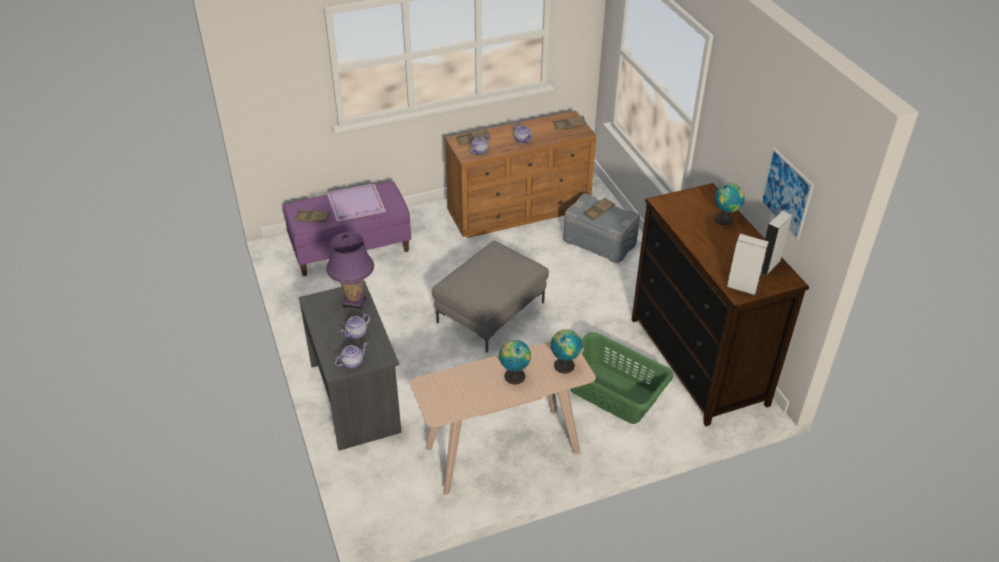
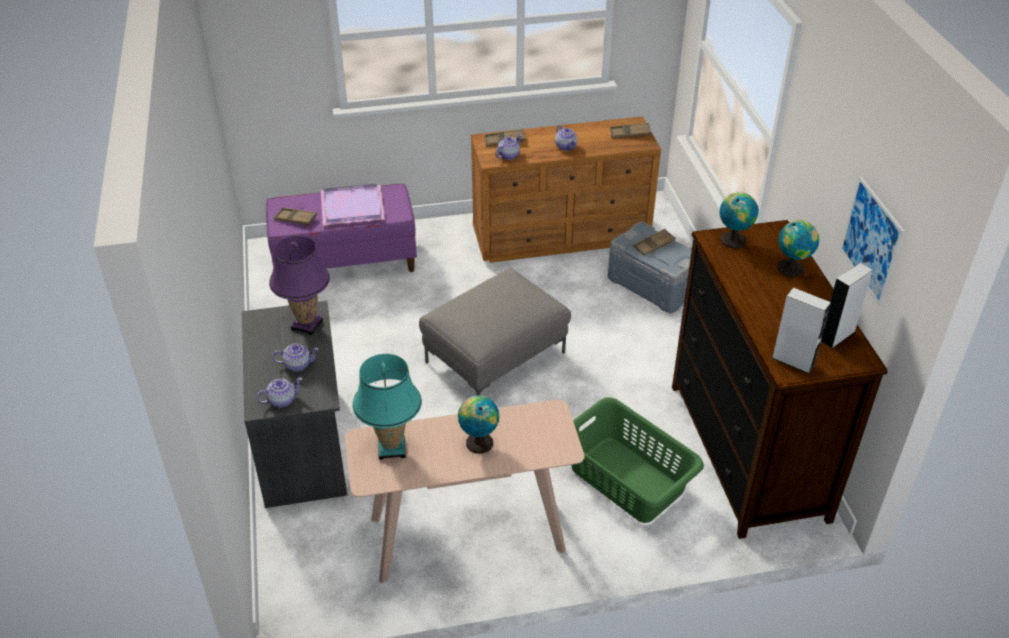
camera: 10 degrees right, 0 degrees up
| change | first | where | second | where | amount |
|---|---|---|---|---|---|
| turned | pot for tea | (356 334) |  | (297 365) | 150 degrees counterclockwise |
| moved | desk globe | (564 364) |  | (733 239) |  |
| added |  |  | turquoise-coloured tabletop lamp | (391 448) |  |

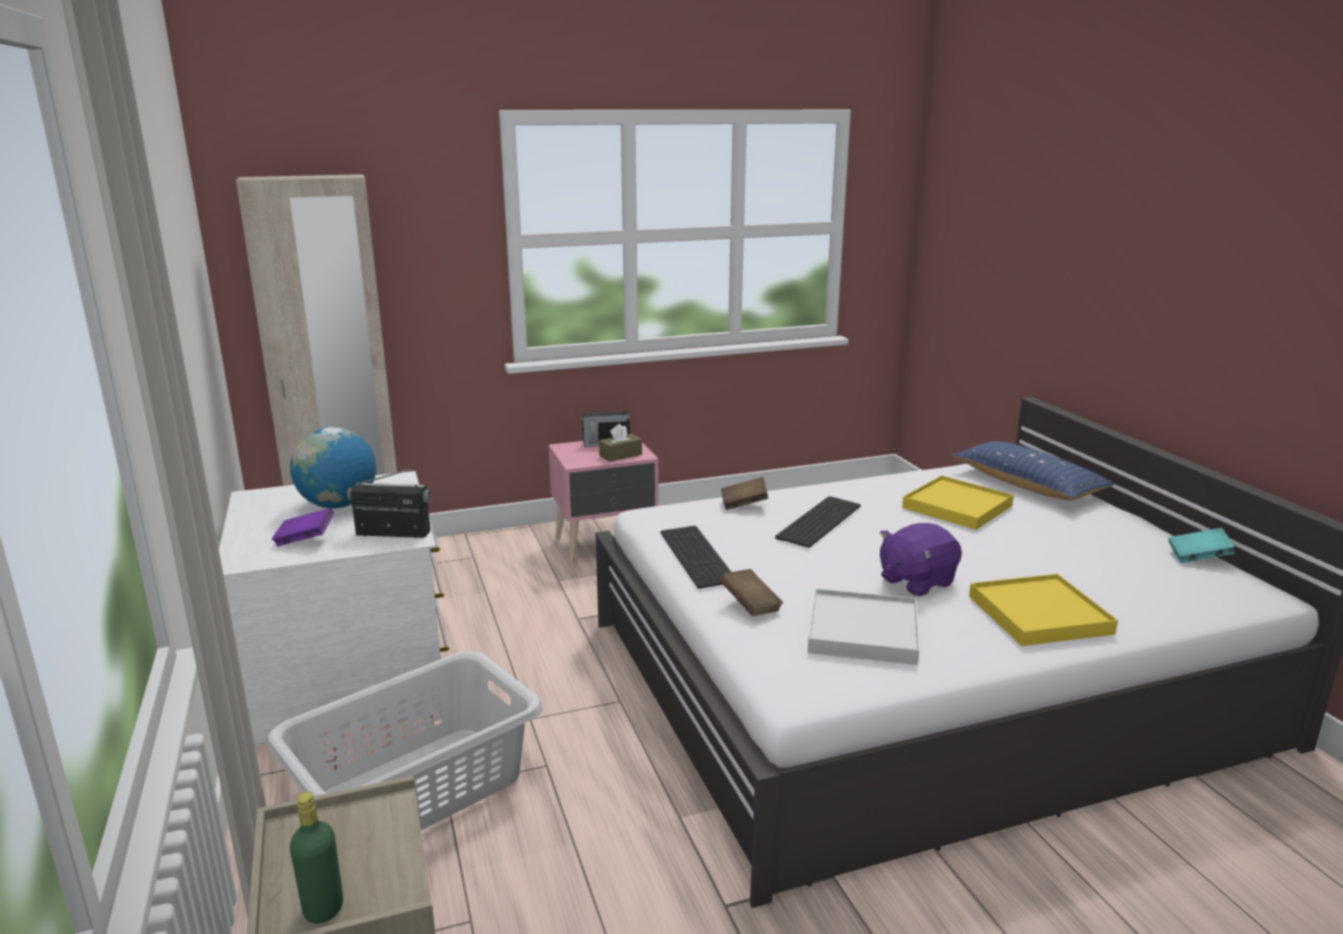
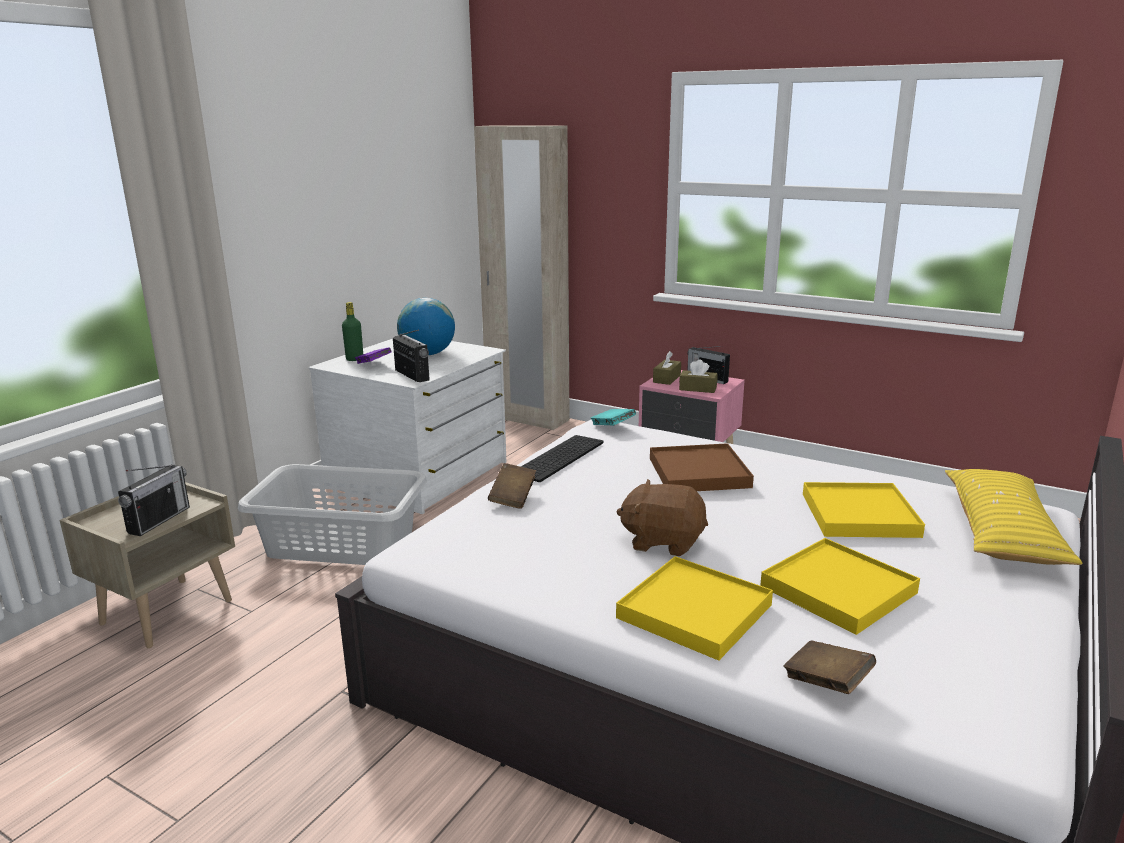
camera: 50 degrees right, 0 degrees up
| change | first | where | second | where | amount |
|---|---|---|---|---|---|
| recoloured | blue throw pillow | (1028 485) | yellow throw pillow | (1002 532) |  |
| moved | brown-coloured bound book | (744 504) |  | (827 682) |  |
| replaced | PC keyboard | (817 520) | brown-coloured serving tray | (699 472) |  |
| recoloured | purple plush toy | (916 581) | brown-coloured plush toy | (663 541) |  |
| moved | turquoise-coloured bound book | (1198 557) |  | (612 427) |  |
| removed | white-coloured serving tray | (862 631) |  |  |  |
| moved | greenish beverage bottle | (323 909) |  | (354 359) |  |
| added |  |  | brown-coloured tissue holder | (667 379) |  |
| added |  |  | radio | (159 520) |  |
| added |  |  | yellow serving tray | (838 589) |  |

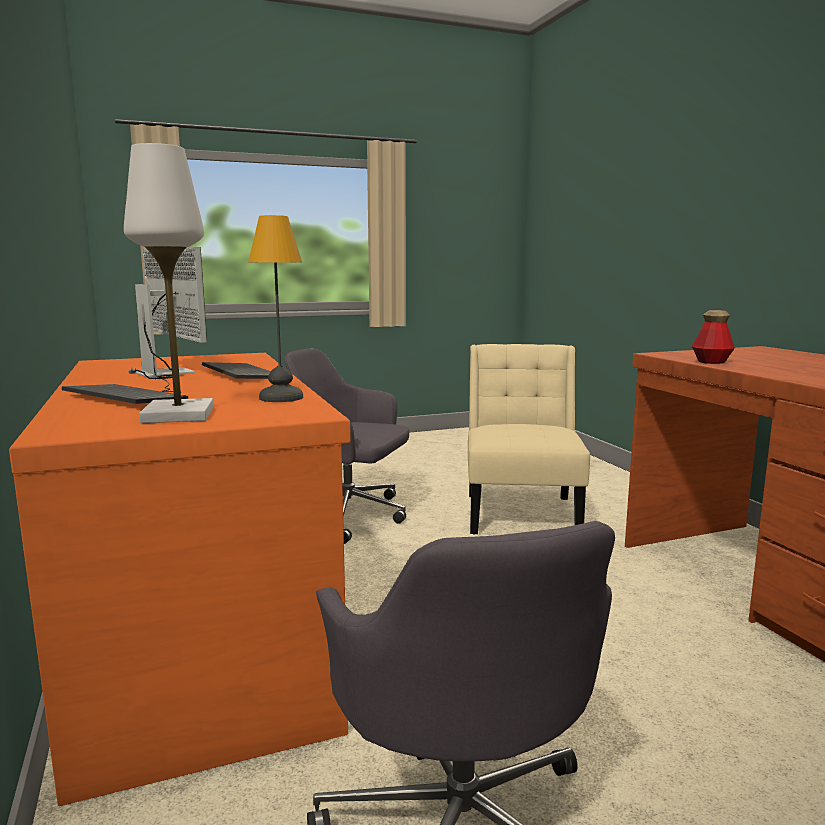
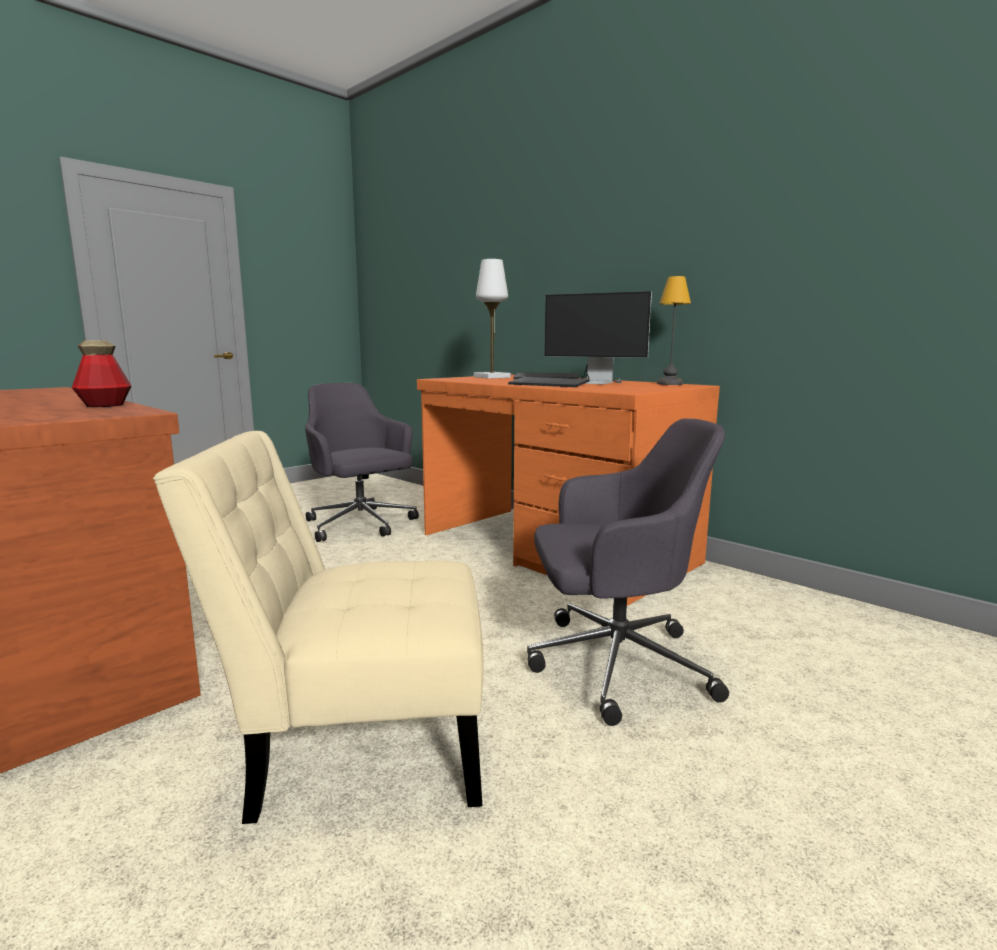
camera: 155 degrees right, 0 degrees up
| change | first | where | second | where | amount |
|---|---|---|---|---|---|
| moved | tabletop lamp | (281 397) |  | (670 384) |  |
| turned | beige-coloured plain chair | (521 512) |  | (358 743) | 105 degrees clockwise |

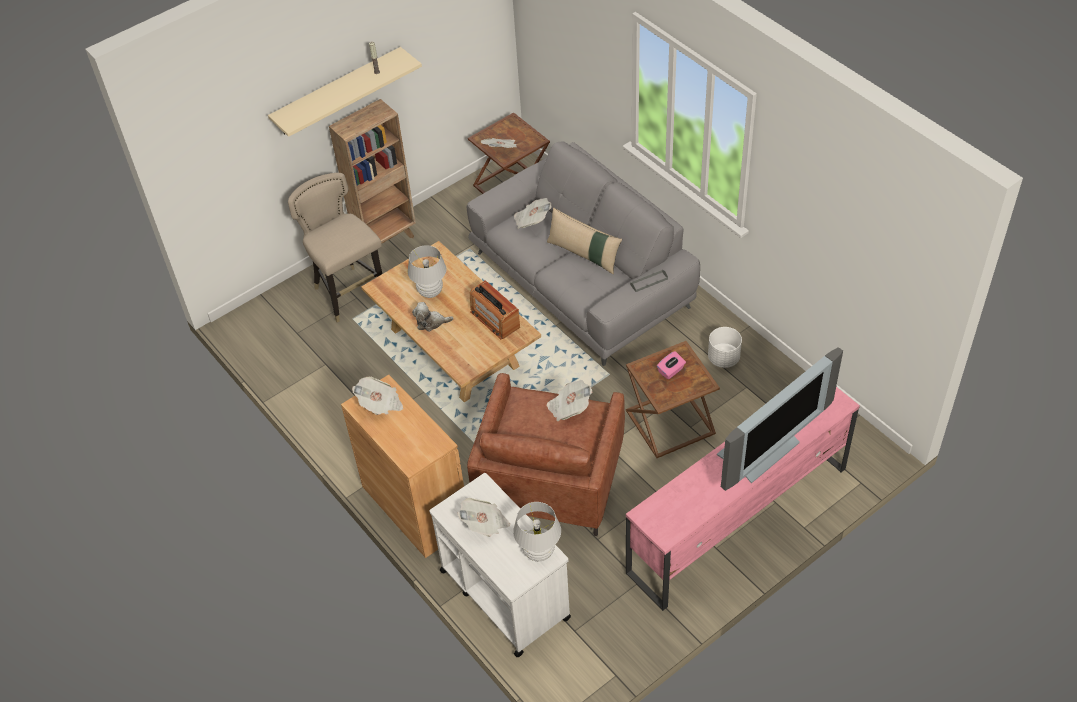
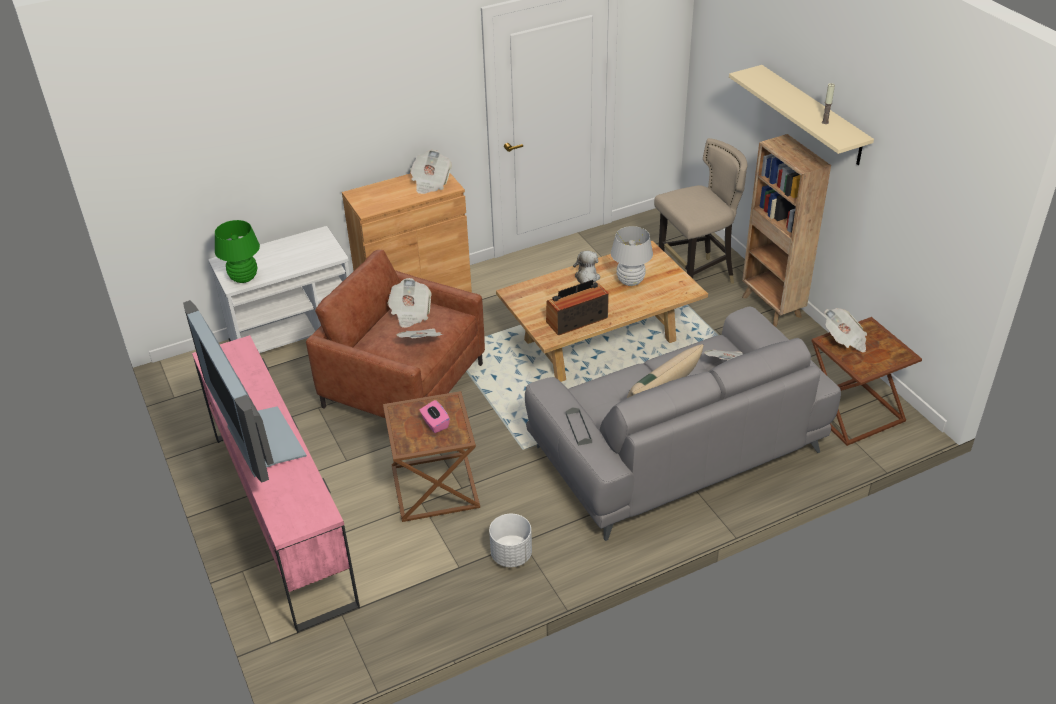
camera: 100 degrees right, 10 degrees down
| change | first | where | second | where | amount |
|---|---|---|---|---|---|
| moved | newspaper | (485 524) |  | (410 313) |  |
| recoloured | white-coloured tabletop lamp | (539 552) | greenish tabletop lamp | (244 278) |  |

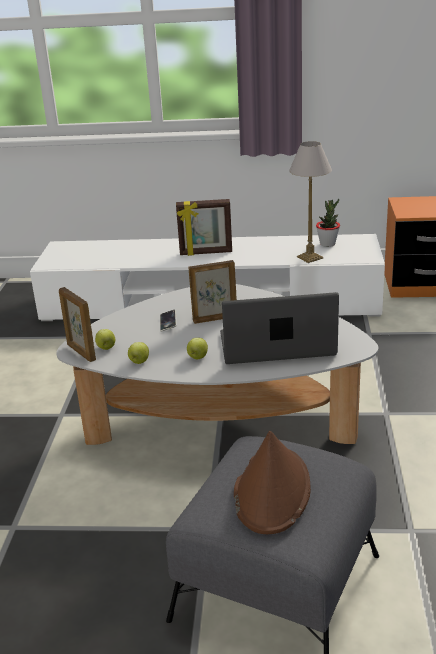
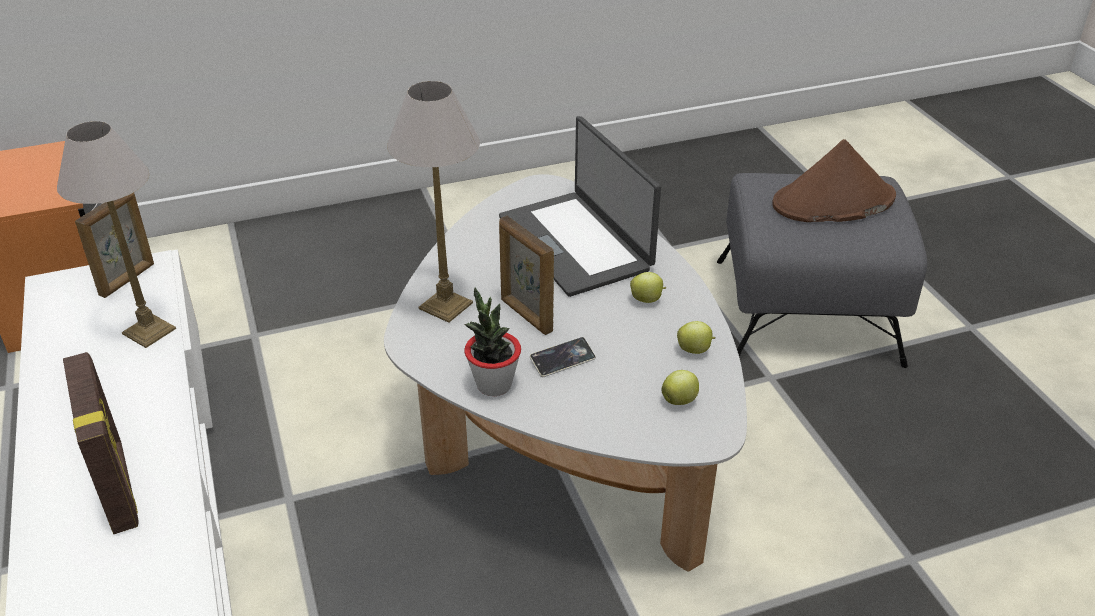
camera: 115 degrees left, 10 degrees up
| change | first | where | second | where | amount |
|---|---|---|---|---|---|
| moved | potted plant | (327 244) |  | (494 384) |  |
| moved | standing frame | (81 352) |  | (128 279) |  |
| added |  |  | tabletop lamp | (446 306) |  |

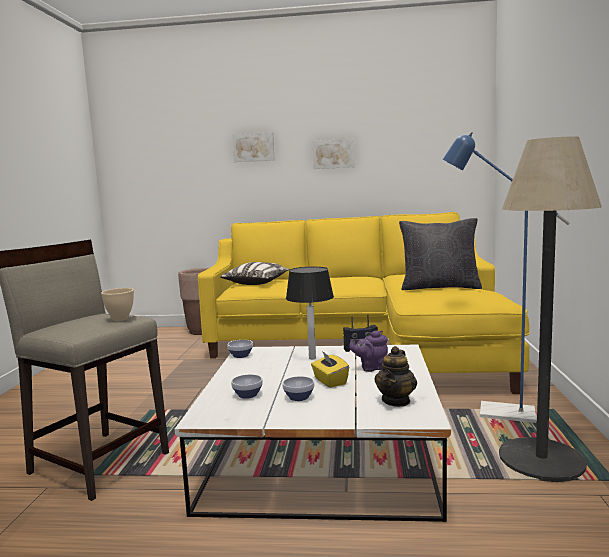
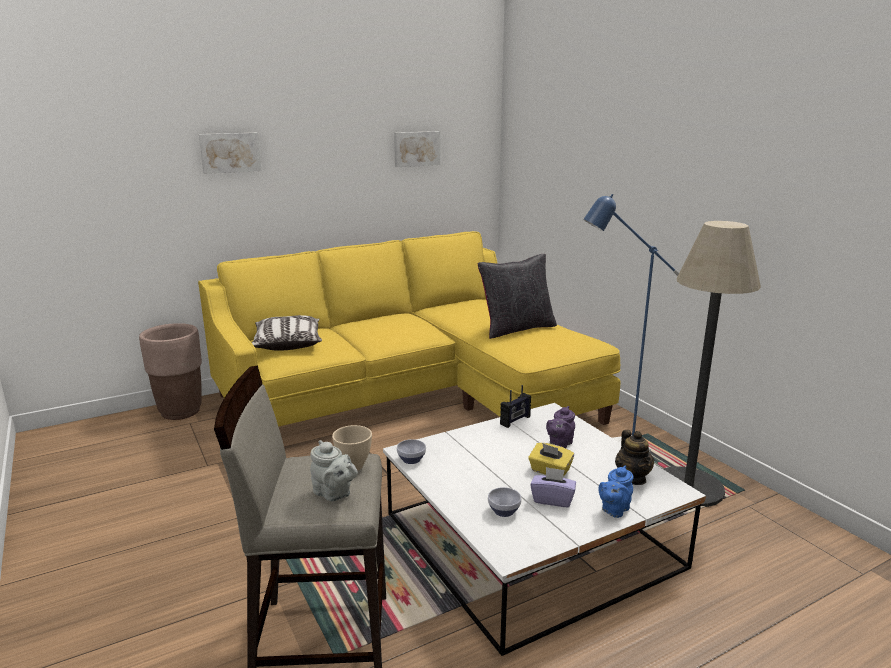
camera: 35 degrees left, 10 degrees up
| change | first | where | second | where | amount |
|---|---|---|---|---|---|
| moved | wall art | (333 154) |  | (416 148) |  |
| removed | tabletop lamp | (312 358) |  |  |  |
| replaced | serving bowl | (298 397) | purple tissue holder | (552 499) |  |
| added |  |  | gray pot for tea | (334 494) |  |
| added |  |  | blue pot for tea | (614 510) |  |

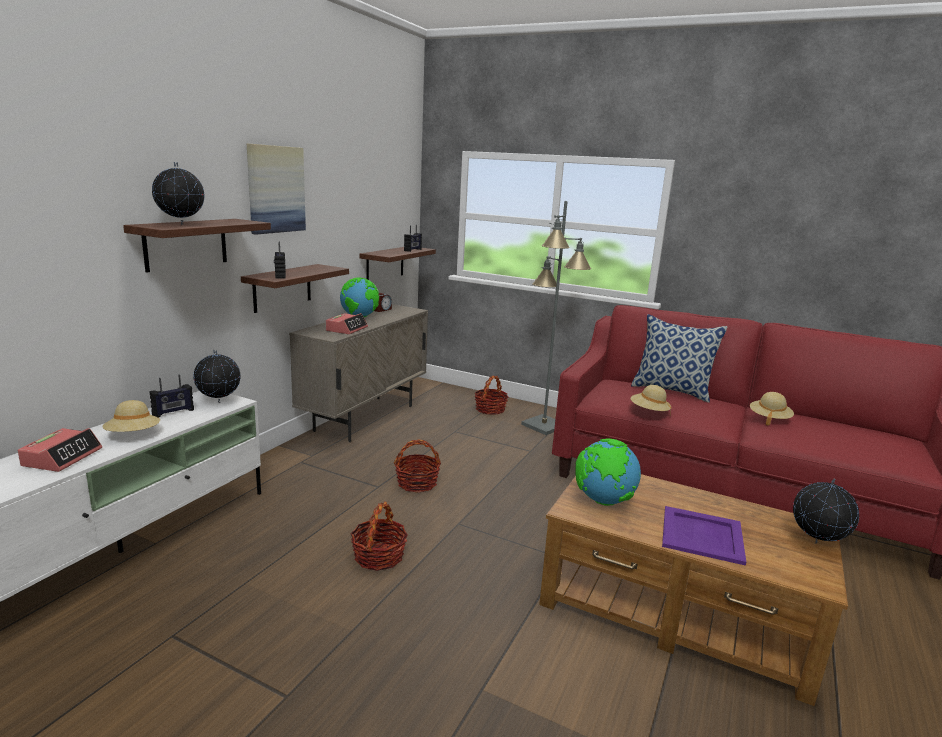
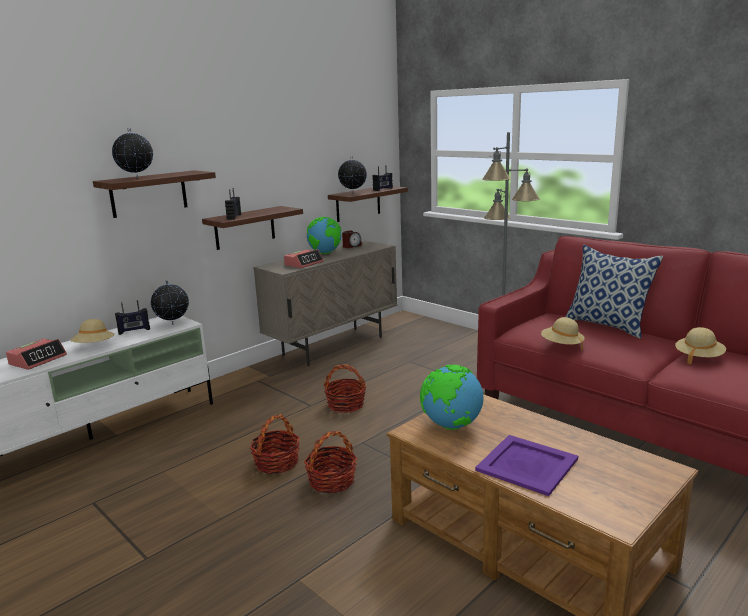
camera: 20 degrees right, 0 degrees up
| change | first | where | second | where | amount |
|---|---|---|---|---|---|
| removed | wall art | (275 189) |  |  |  |
| moved | household basket | (490 409) |  | (331 481) |  |
| moved | desk globe | (817 543) |  | (353 193) |  |

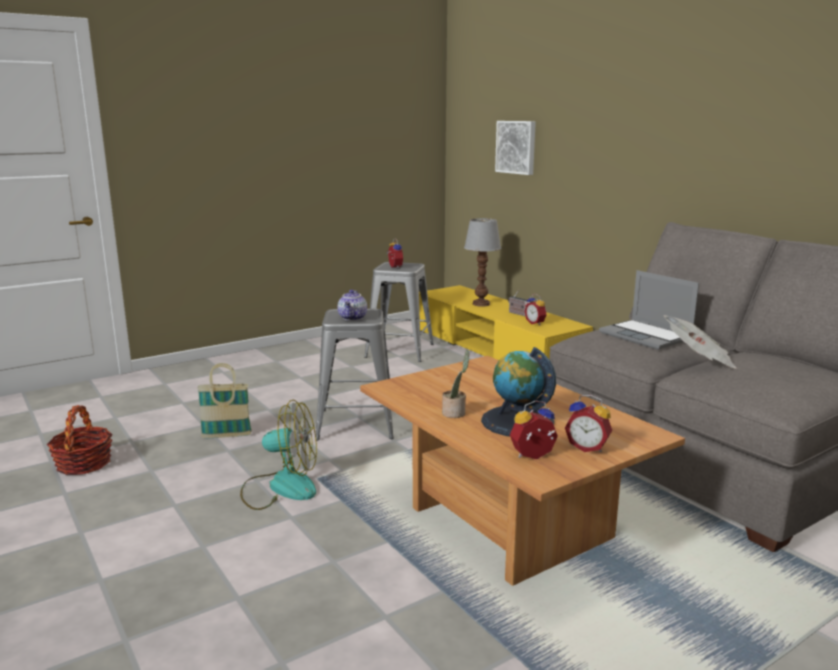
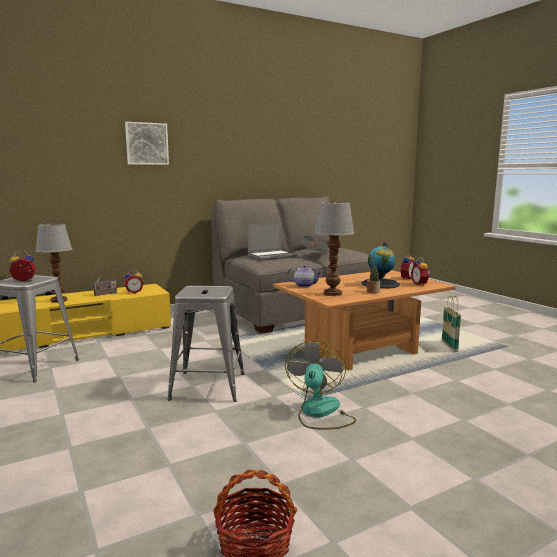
camera: 85 degrees left, 5 degrees down
| change | first | where | second | where | amount |
|---|---|---|---|---|---|
| moved | wall art | (516 147) |  | (146 144) |  |
| moved | pot for tea | (353 318) |  | (304 285) |  |
| moved | household basket | (226 436) |  | (449 346) |  |
| added |  |  | tabletop lamp | (332 293) |  |

